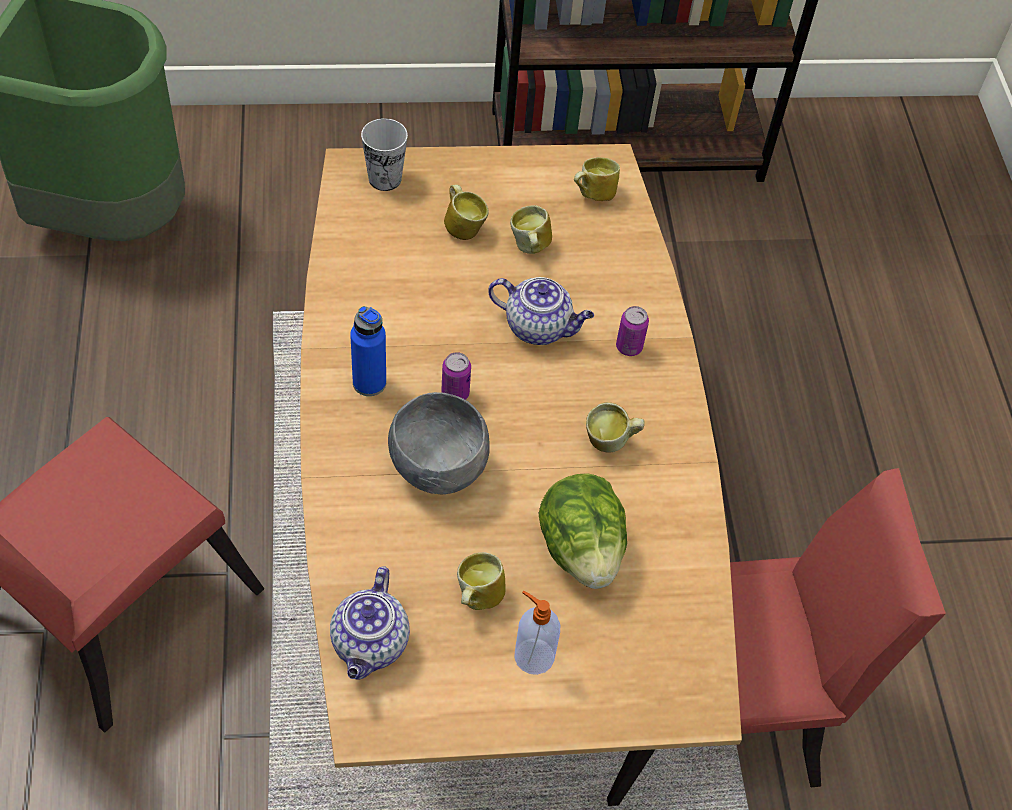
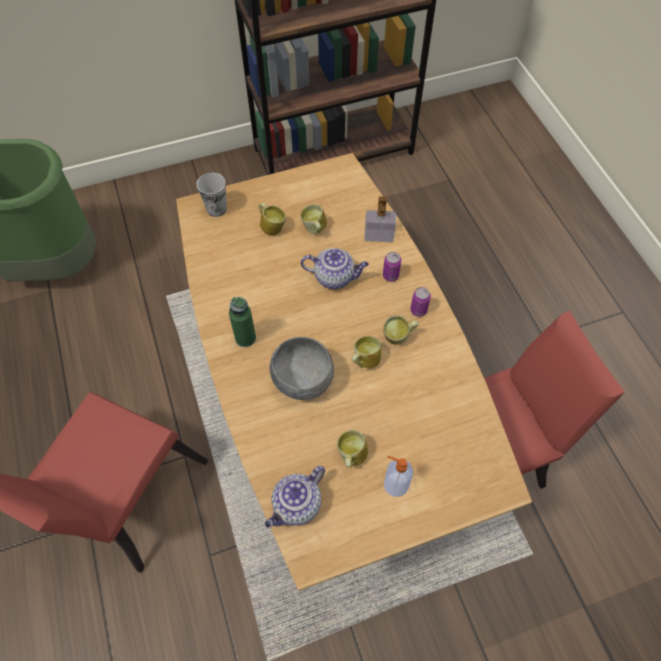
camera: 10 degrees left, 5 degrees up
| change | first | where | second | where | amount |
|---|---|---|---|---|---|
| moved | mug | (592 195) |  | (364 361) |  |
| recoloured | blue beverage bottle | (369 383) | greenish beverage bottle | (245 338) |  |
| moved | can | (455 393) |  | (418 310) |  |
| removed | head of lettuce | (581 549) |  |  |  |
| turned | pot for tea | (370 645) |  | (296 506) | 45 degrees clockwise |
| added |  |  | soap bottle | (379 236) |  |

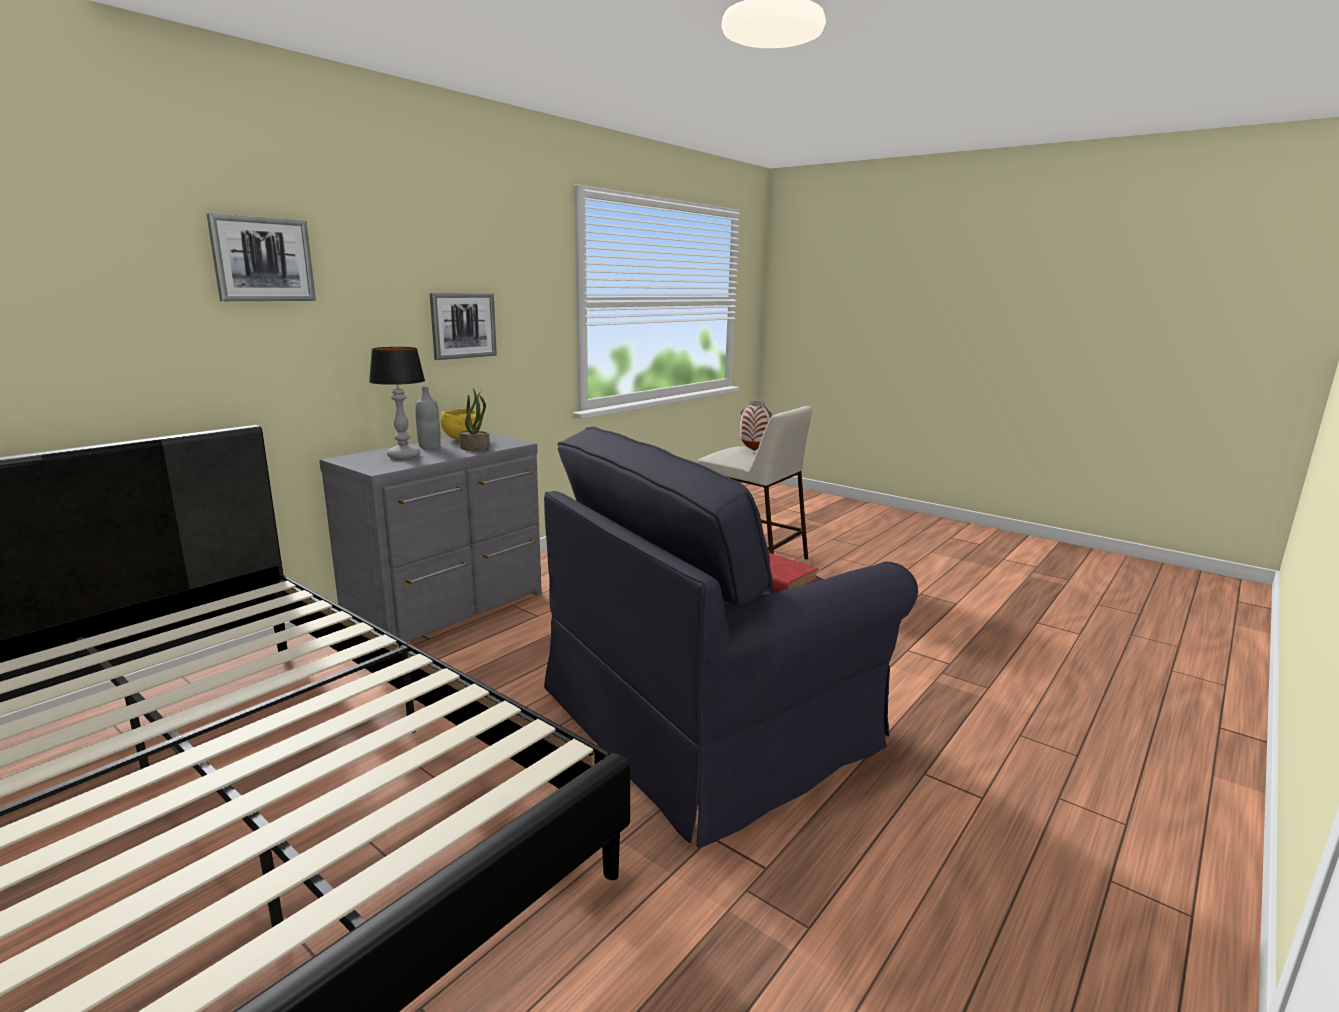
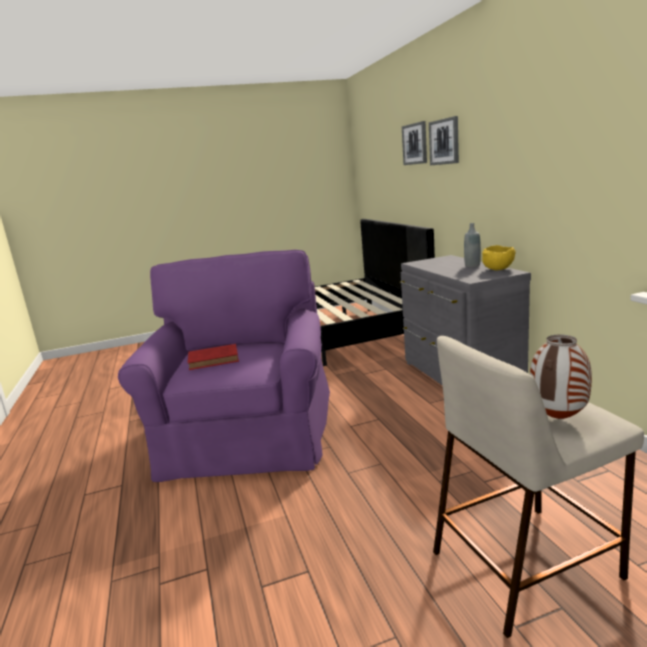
camera: 125 degrees right, 0 degrees up
| change | first | where | second | where | amount |
|---|---|---|---|---|---|
| moved | wall art | (463 325) |  | (415 144) |  |
| removed | tabletop lamp | (403 456) |  |  |  |
| removed | potted plant | (475 448) |  |  |  |
| recoloured | blackish lounge chair | (714 721) | purple lounge chair | (246 434) |  |

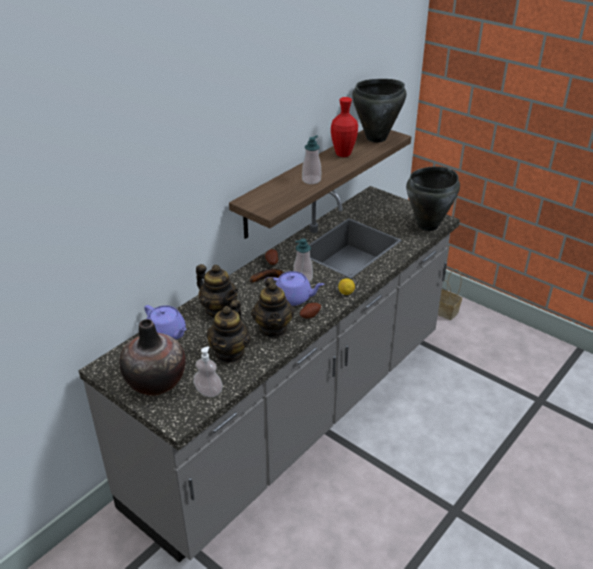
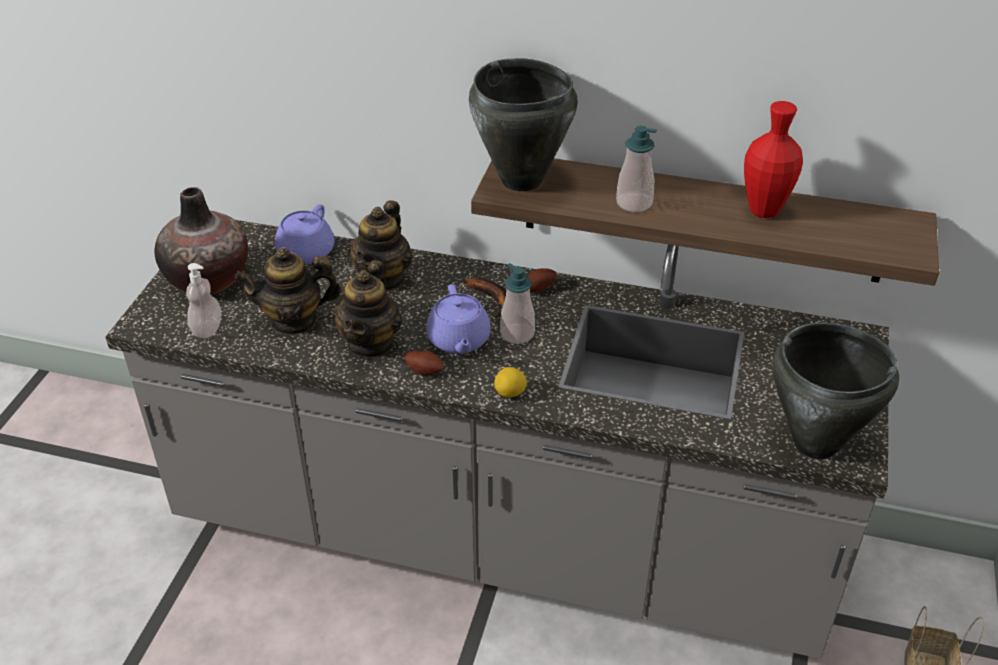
camera: 65 degrees right, 5 degrees up
| change | first | where | second | where | amount |
|---|---|---|---|---|---|
| moved | blackish saucepot | (376 138) |  | (521 180) |  |
| turned | pot for tea | (273 328) |  | (371 343) | 45 degrees counterclockwise |

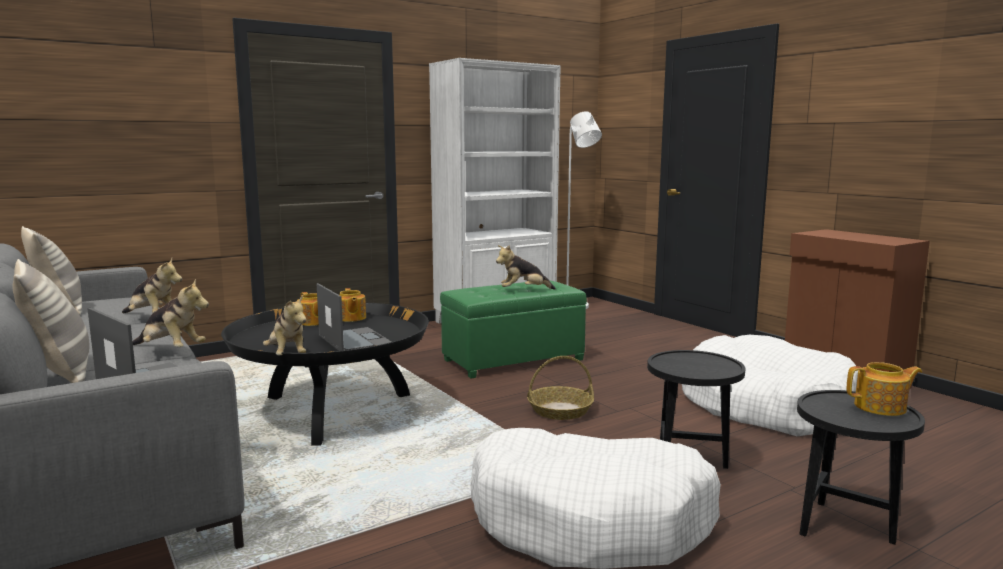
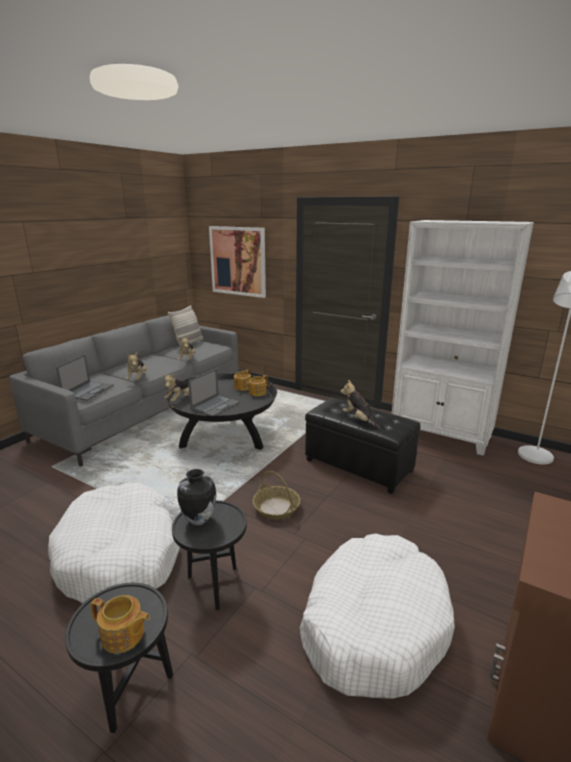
camera: 65 degrees right, 10 degrees up
| change | first | where | second | where | amount |
|---|---|---|---|---|---|
| removed | throw pillow | (60 374) |  |  |  |
| recoloured | greenish pouffe | (512 359) | blackish pouffe | (358 465) |  |
| turned | pot for tea | (881 407) |  | (123 635) | 45 degrees counterclockwise |
| added |  |  | wall art | (238 261) |  |
| added |  |  | flower vase | (198 520) |  |

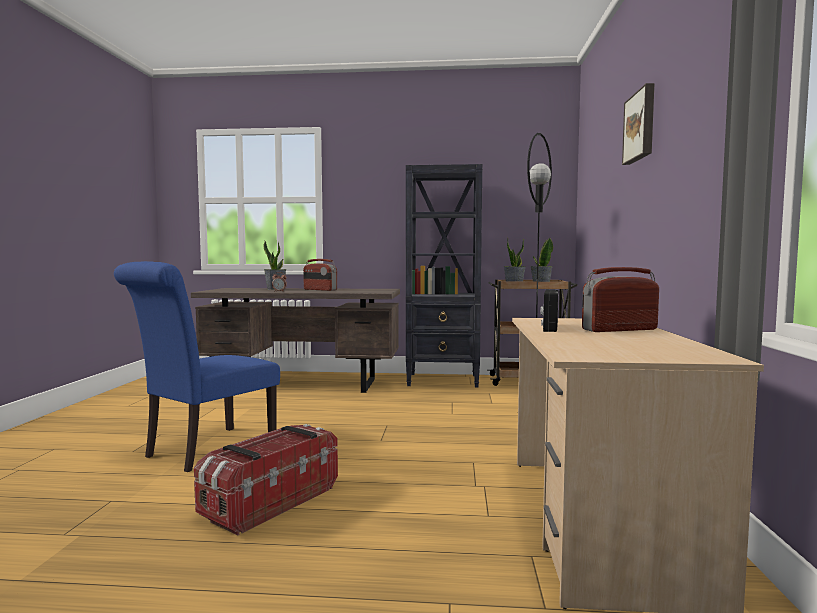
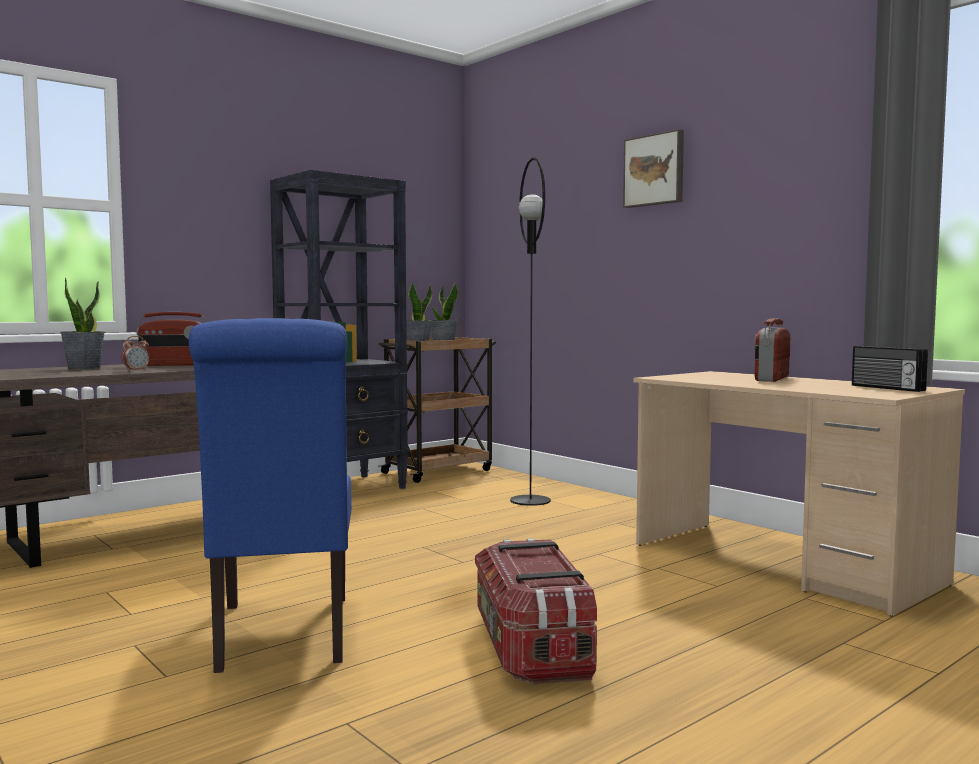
camera: 45 degrees left, 0 degrees up
| change | first | where | second | where | amount |
|---|---|---|---|---|---|
| moved | radio | (549 327) |  | (886 388) |  |

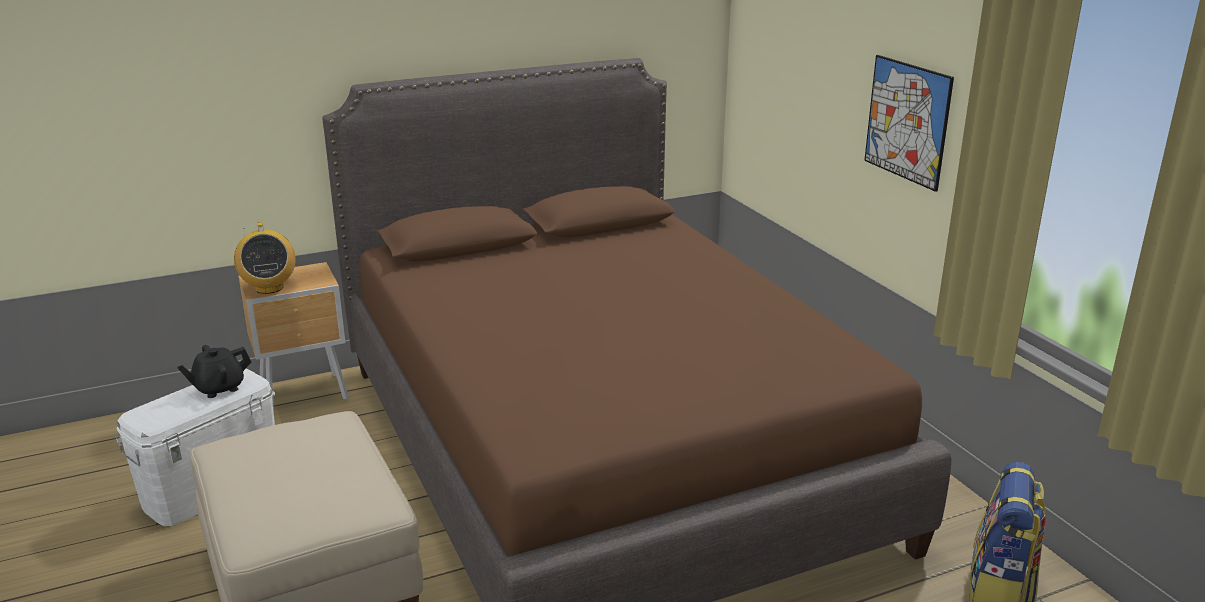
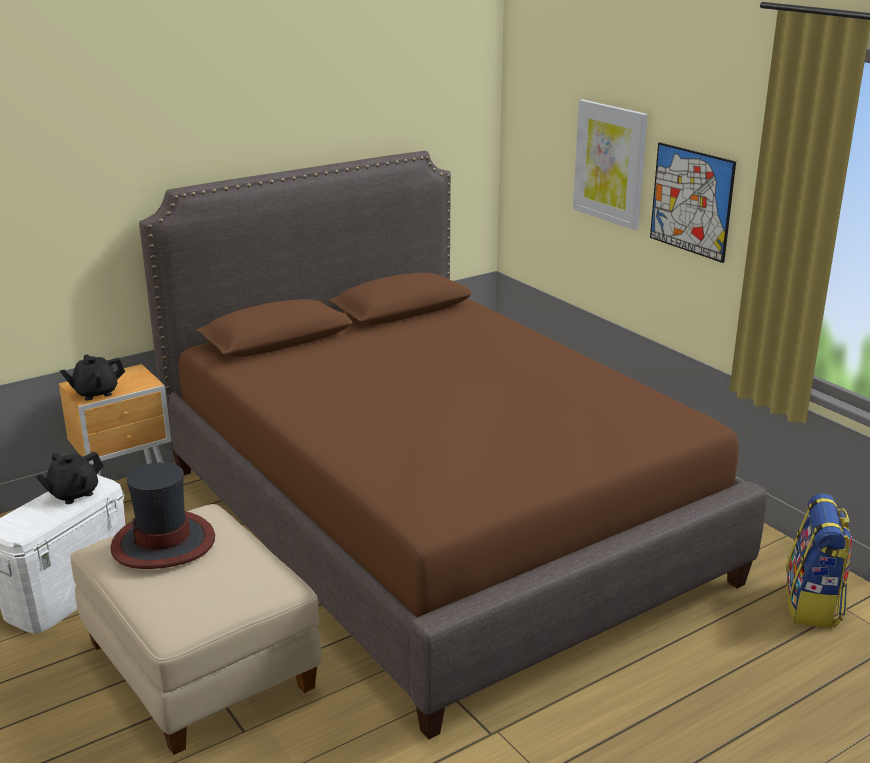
camera: 10 degrees left, 0 degrees up
| change | first | where | second | where | amount |
|---|---|---|---|---|---|
| replaced | radio | (269 287) | blackish pot for tea | (95 393) |  |
| added |  |  | wall art | (610 163) |  |
| added |  |  | clothing hat | (164 542) |  |

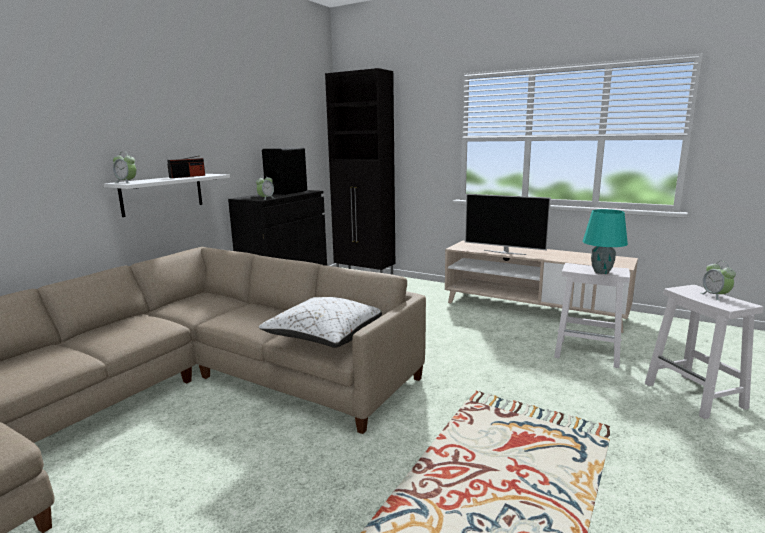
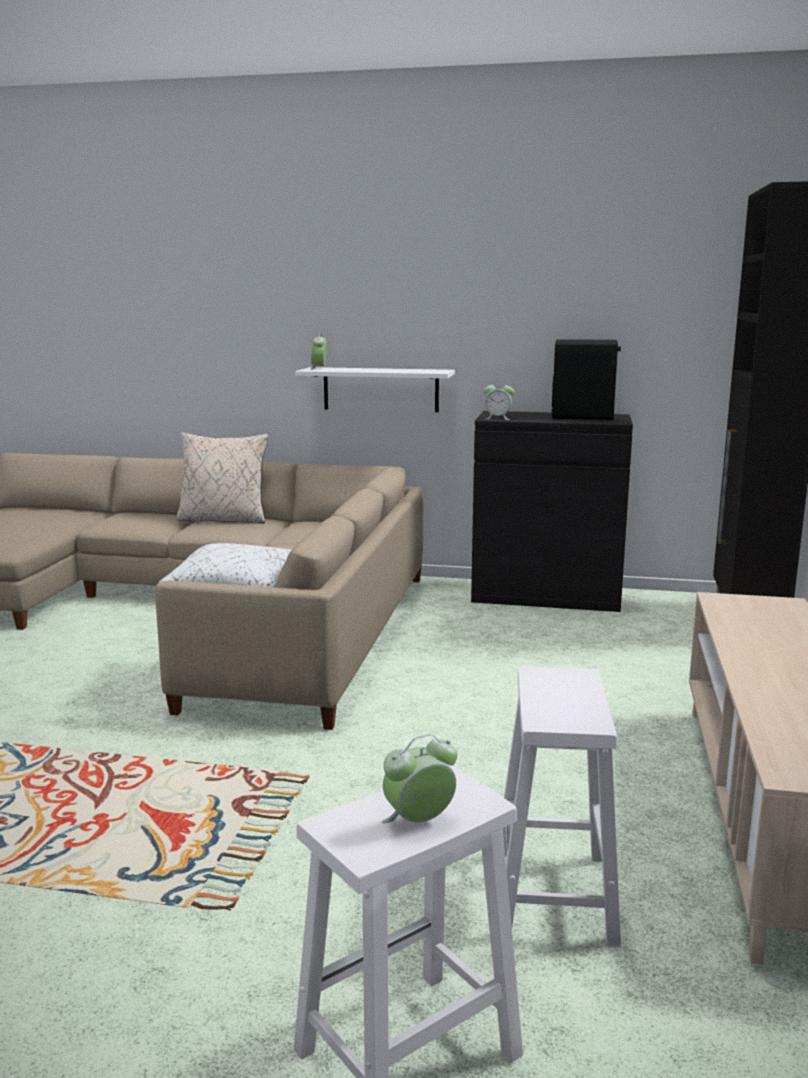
camera: 70 degrees right, 0 degrees up
| change | first | where | second | where | amount |
|---|---|---|---|---|---|
| removed | radio | (187 176) |  |  |  |
| removed | TV | (504 252) |  |  |  |
| removed | turquoise-coloured tabletop lamp | (601 272) |  |  |  |
| added |  |  | beige-coloured throw pillow | (224 519) |  |

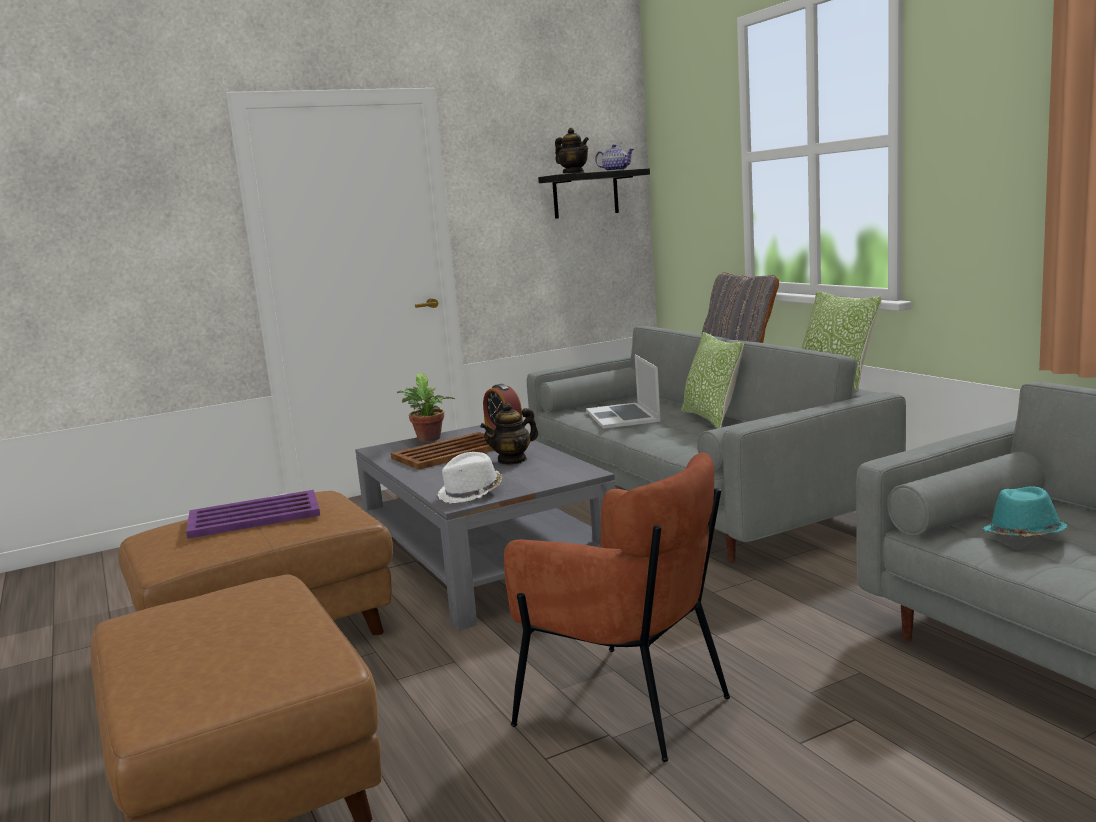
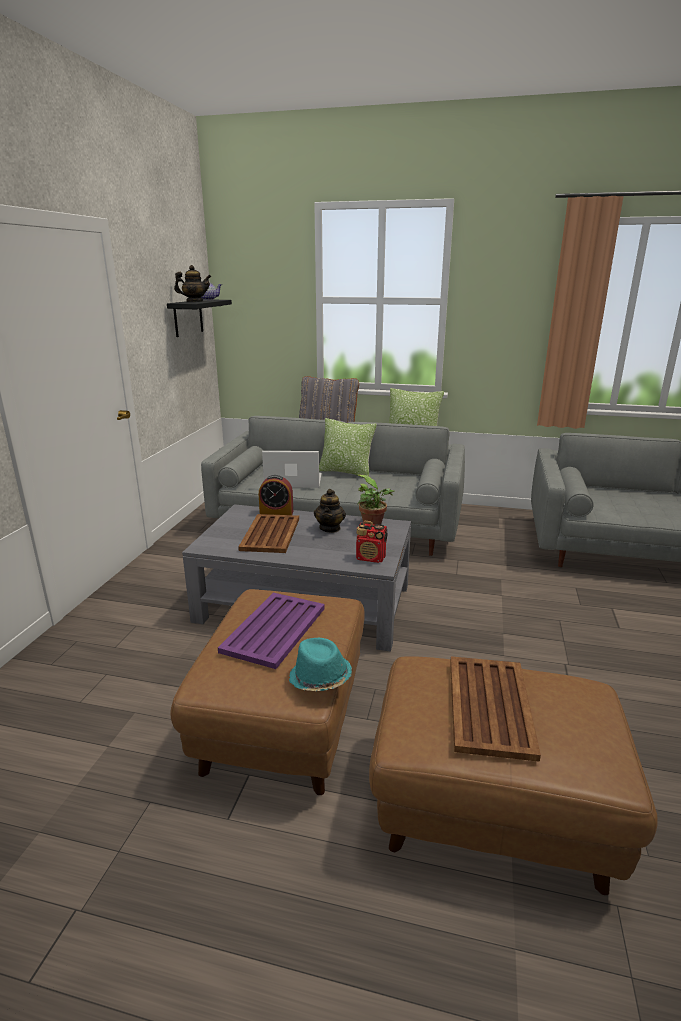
camera: 50 degrees left, 10 degrees up
| change | first | where | second | where | amount |
|---|---|---|---|---|---|
| turned | notebook computer | (623 416) |  | (293 481) | 150 degrees clockwise |
| moved | potted plant | (429 439) |  | (374 525) |  |
| replaced | white-coloured clothing hat | (471 493) | radio | (371 558) |  |
| removed | brown-coloured lounge chair | (628 706) |  |  |  |
| moved | turquoise-coloured clothing hat | (1023 536) |  | (319 678) |  |
| added |  |  | brown-coloured serving tray | (489 707) |  |

